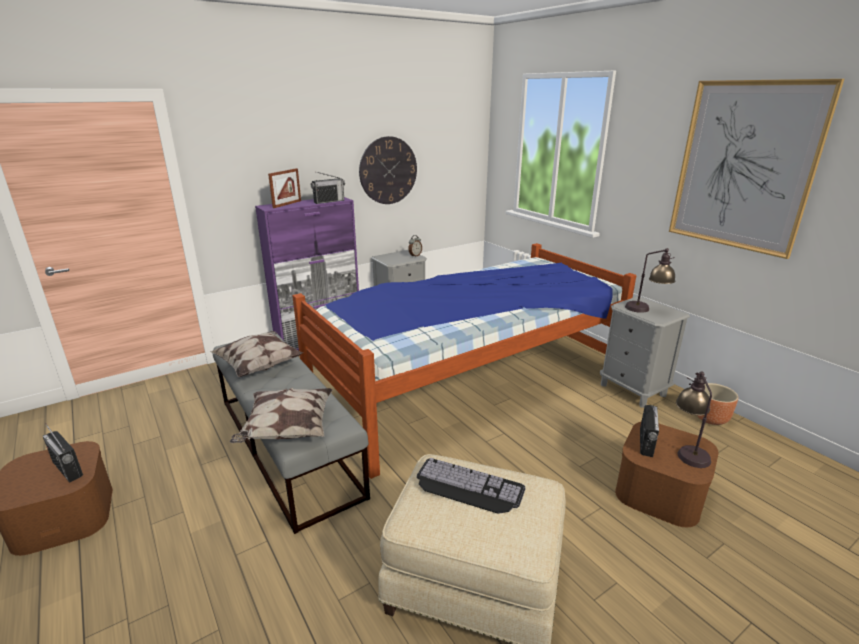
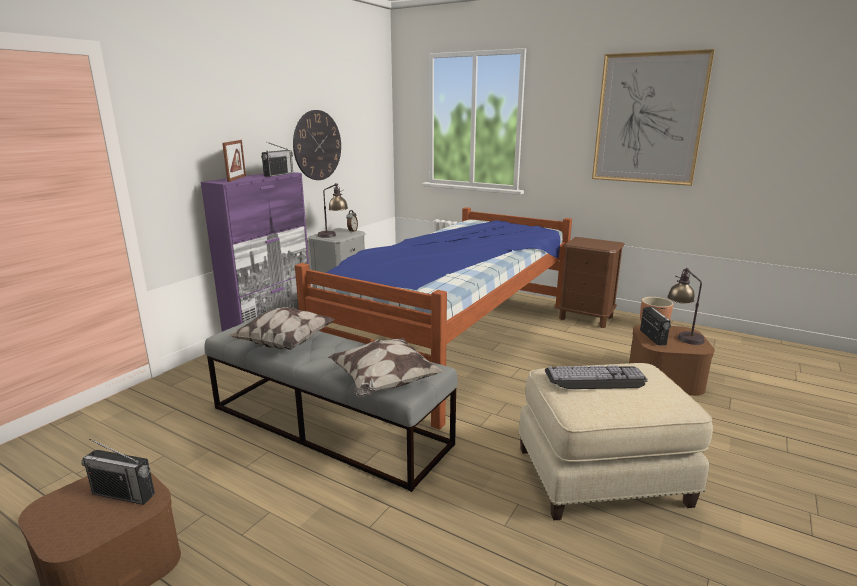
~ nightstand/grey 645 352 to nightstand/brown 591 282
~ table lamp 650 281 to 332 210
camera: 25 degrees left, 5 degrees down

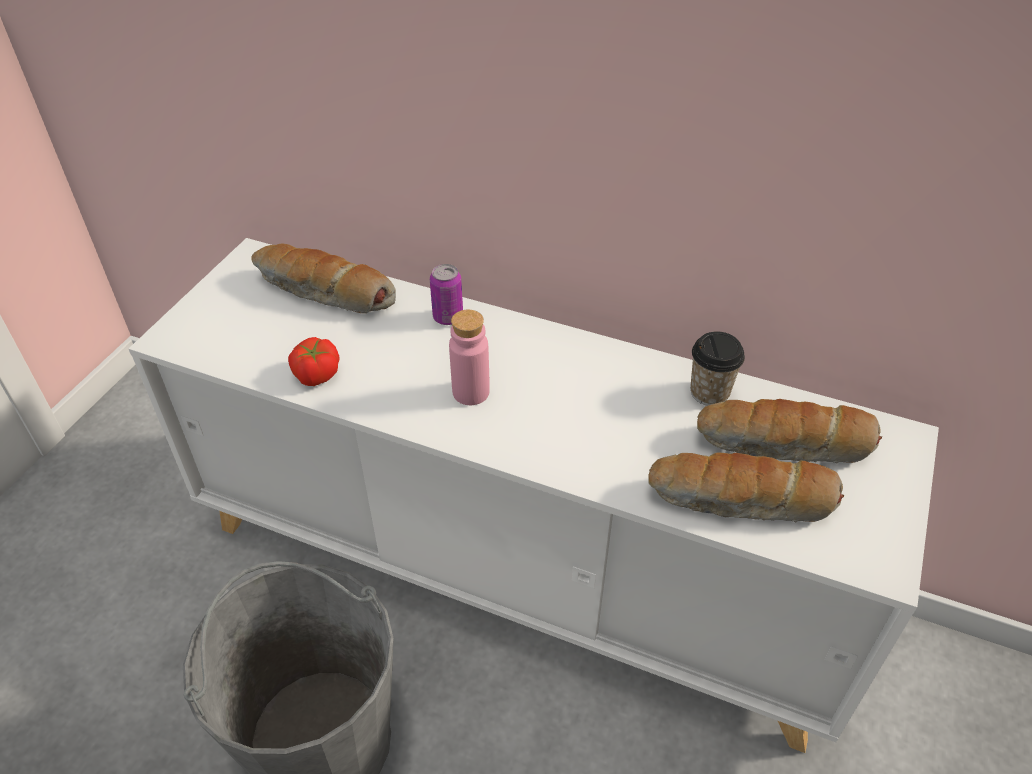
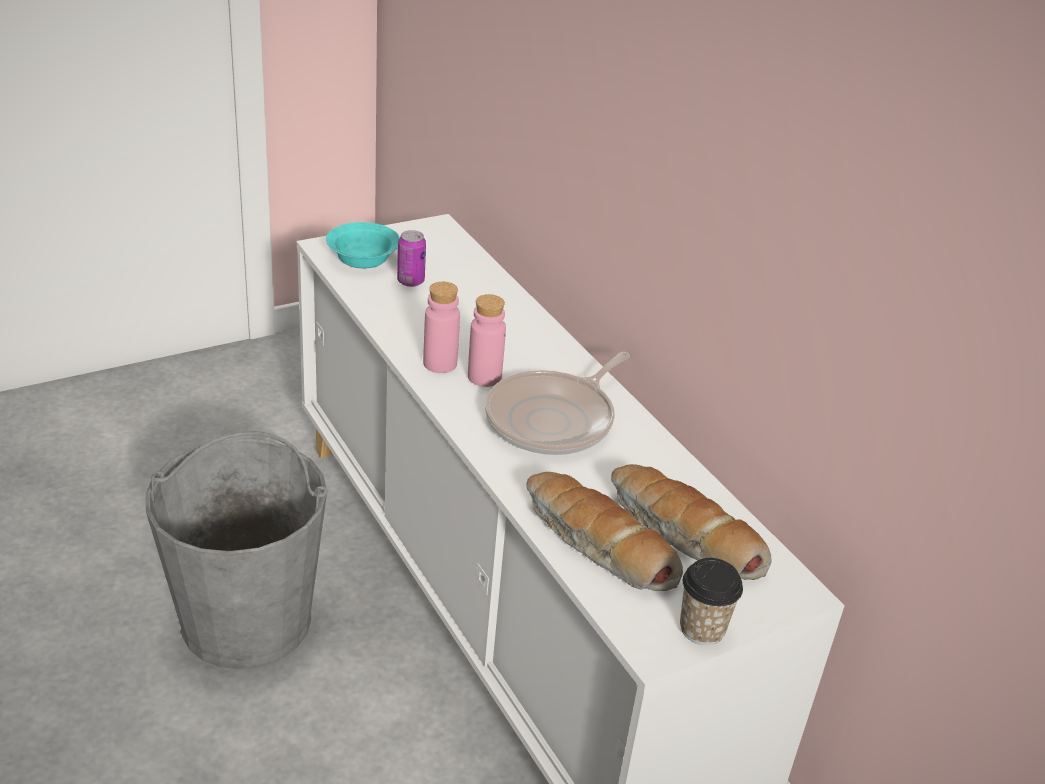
- bread 323 278
- tomato 313 361
~ can 446 294 to 411 258
~ cup 717 368 to 711 601
+ bowl/turquoise 363 245
+ bottle/pink 441 327
+ frying pan 557 403
camera: 35 degrees right, 10 degrees down

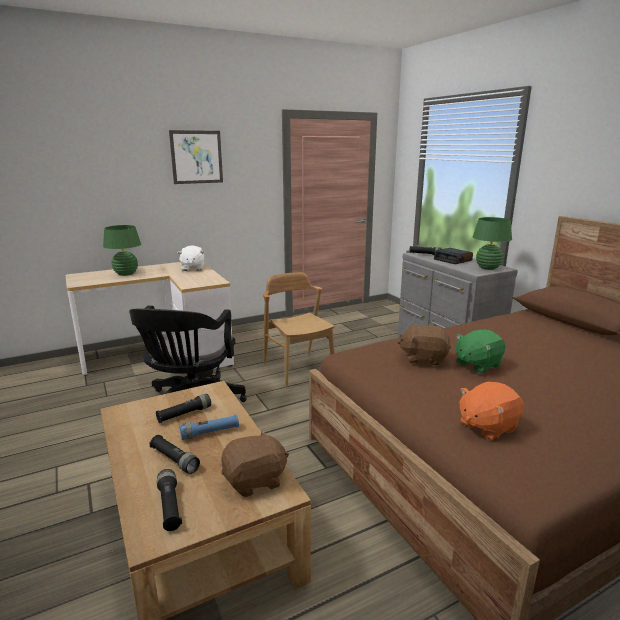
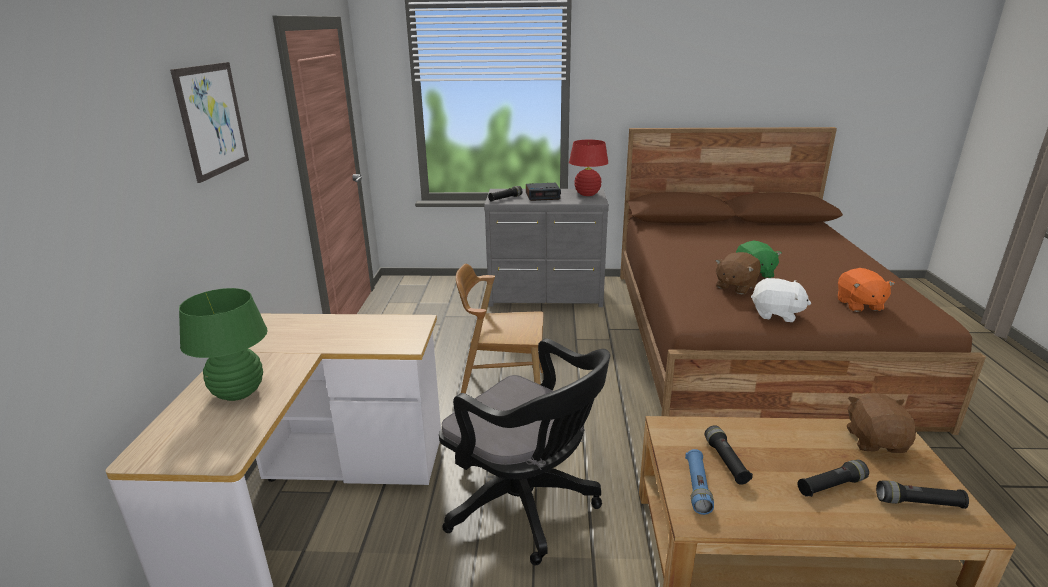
~ plush toy/white 191 258 to 781 300
~ flashlight/blue 209 427 to 699 482
~ table lamp/green 492 243 to table lamp/red 588 168
camera: 60 degrees left, 5 degrees up

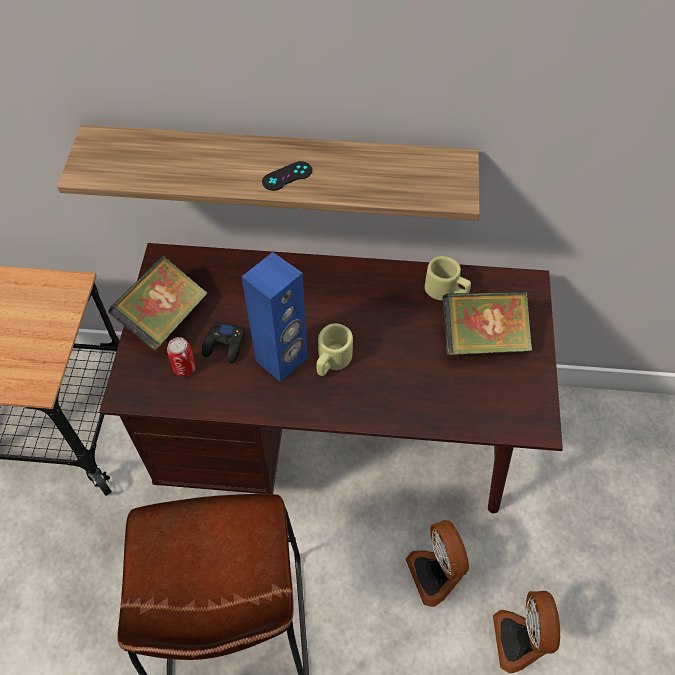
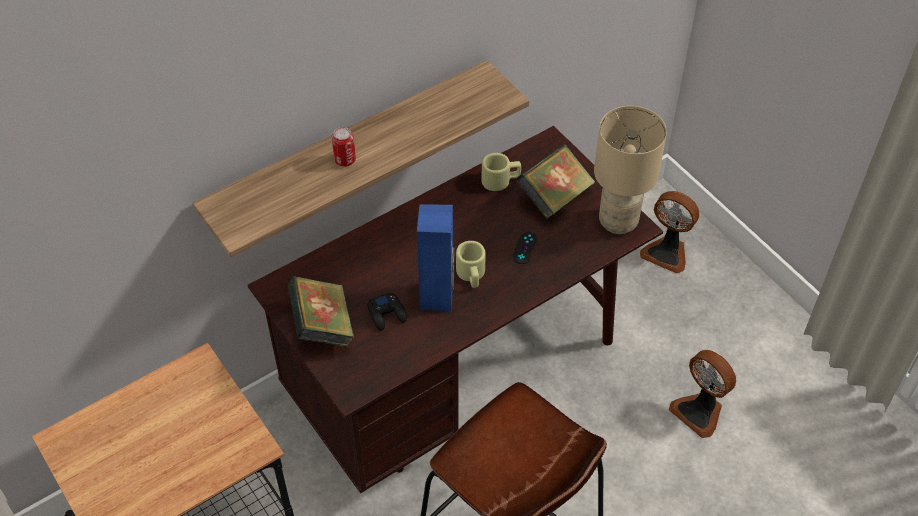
~ can 181 356 to 344 147
~ game controller/black 287 176 to 524 248
~ fan 437 563 to 669 232
+ table lamp/beige 630 170
camera: 40 degrees left, 5 degrees down

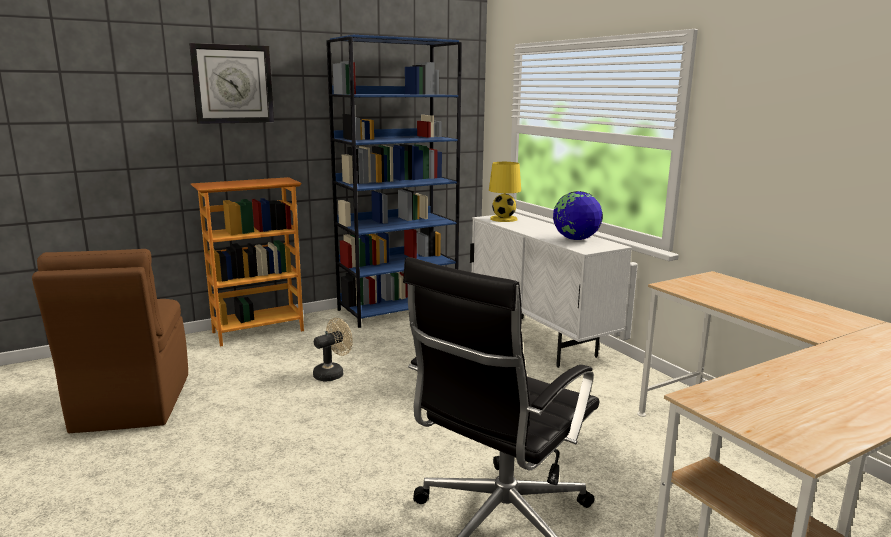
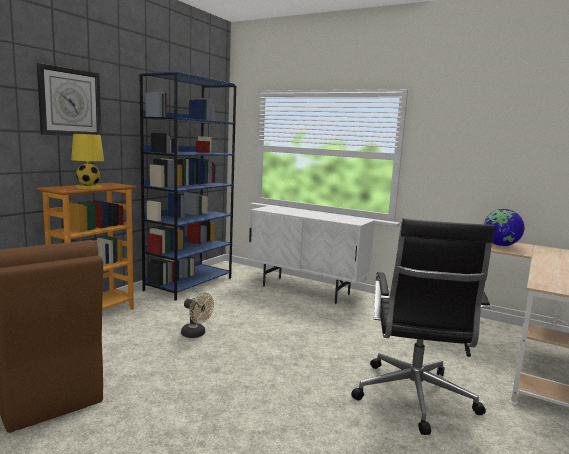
~ fan/beige 333 350 = 197 315 105 degrees clockwise
~ table lamp/yellow 505 192 to 87 161
~ globe 578 215 to 504 227
camera: 30 degrees left, 5 degrees down

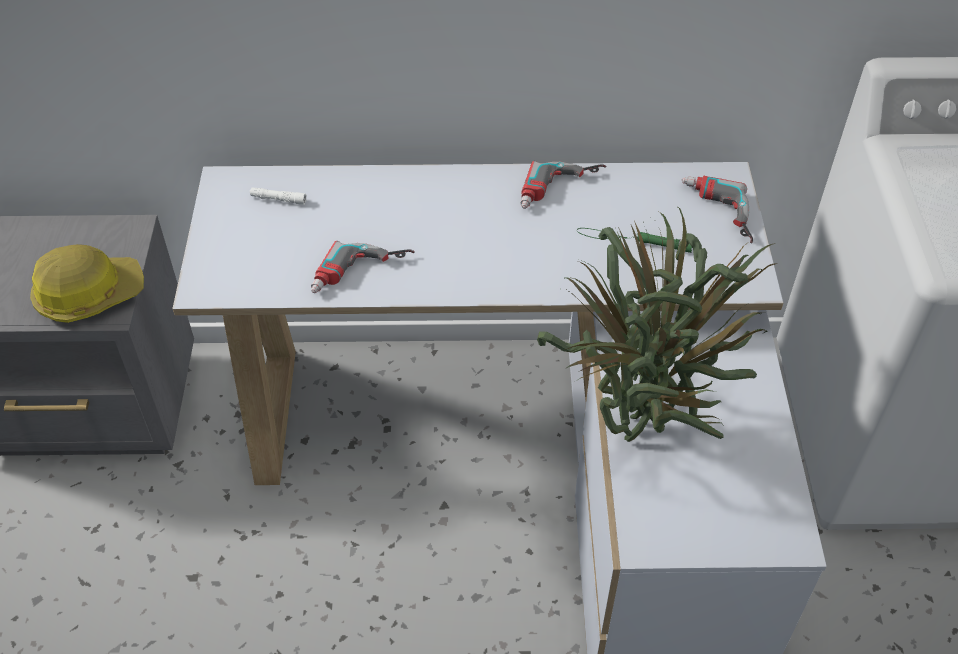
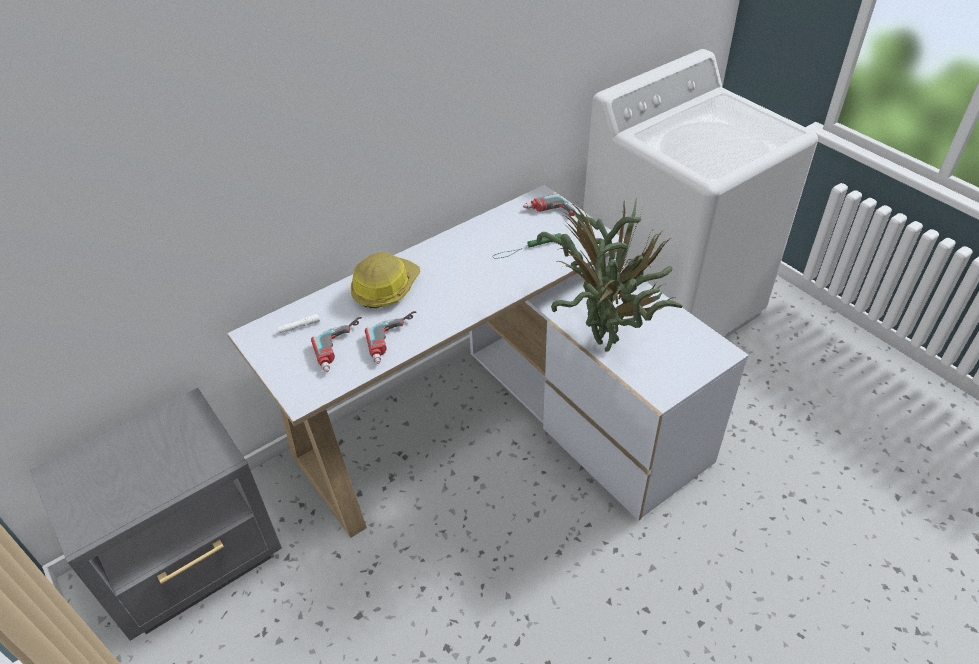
~ hard hat 87 283 to 385 280
~ power drill 564 185 to 336 344
camera: 35 degrees left, 5 degrees down

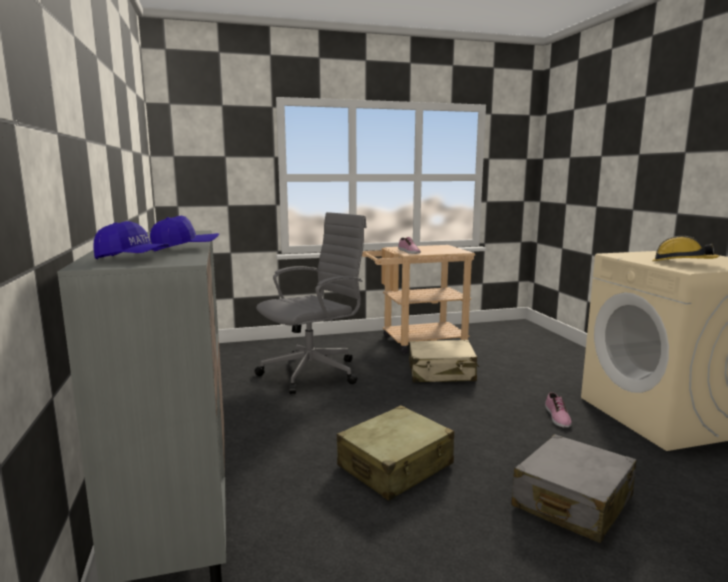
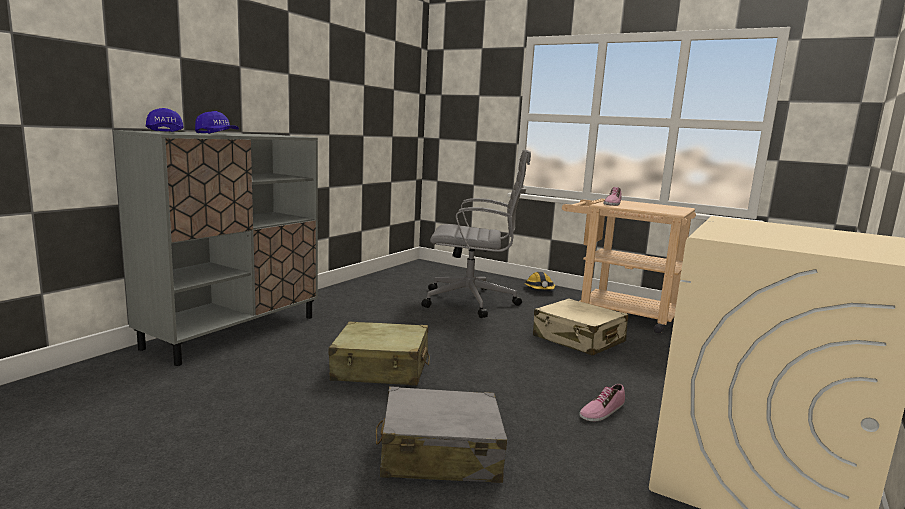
~ hard hat 685 248 to 540 280
camera: 45 degrees right, 0 degrees up

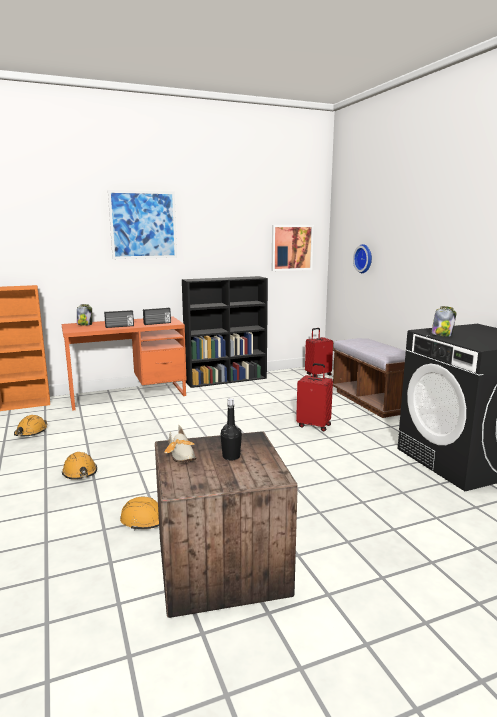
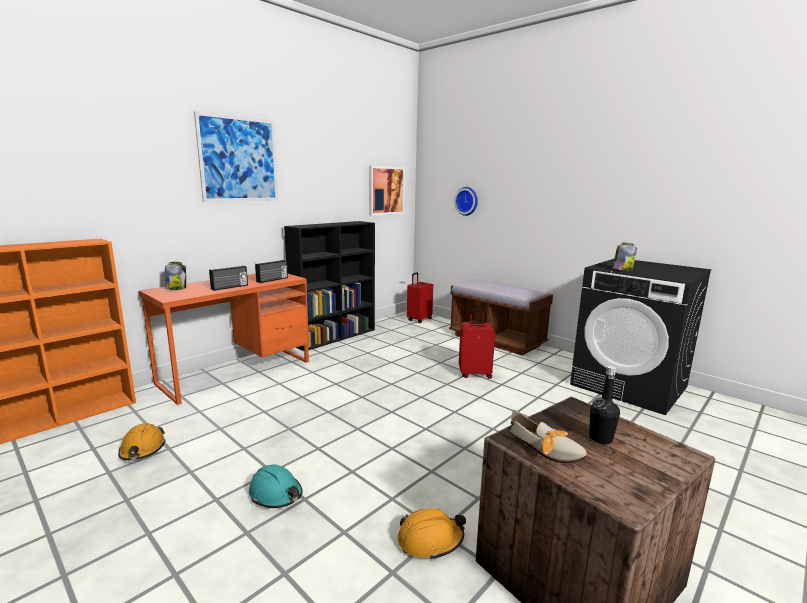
~ hard hat/orange 79 465 to hard hat/turquoise 276 486
camera: 25 degrees left, 0 degrees up

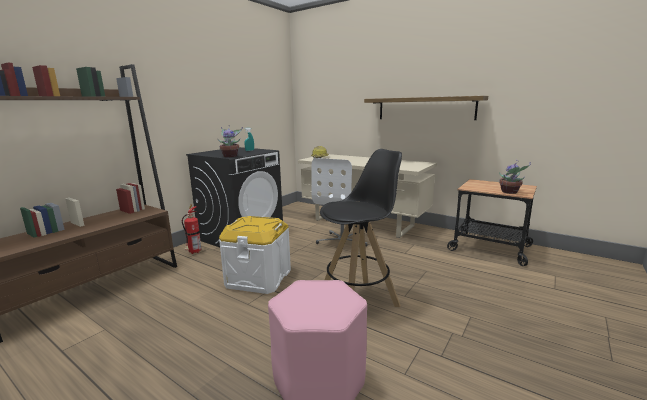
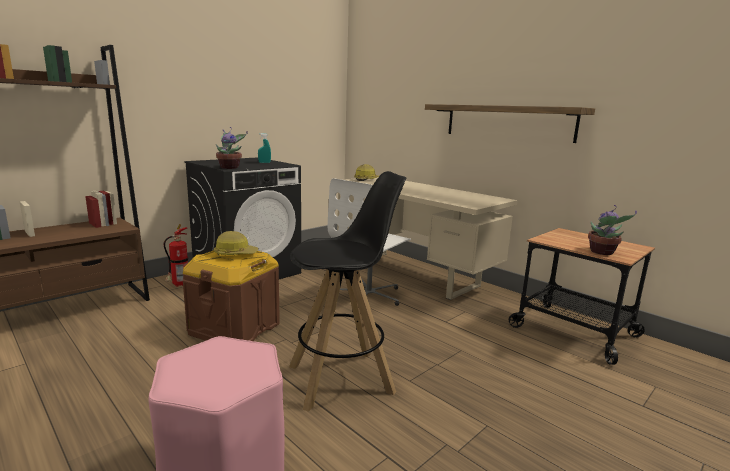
~ storage box/white 255 255 to storage box/brown 231 295
+ hard hat 236 243
camera: 10 degrees right, 0 degrees up

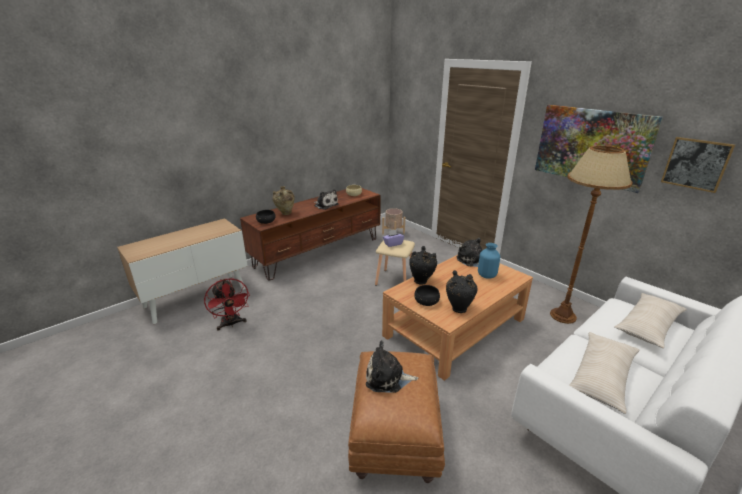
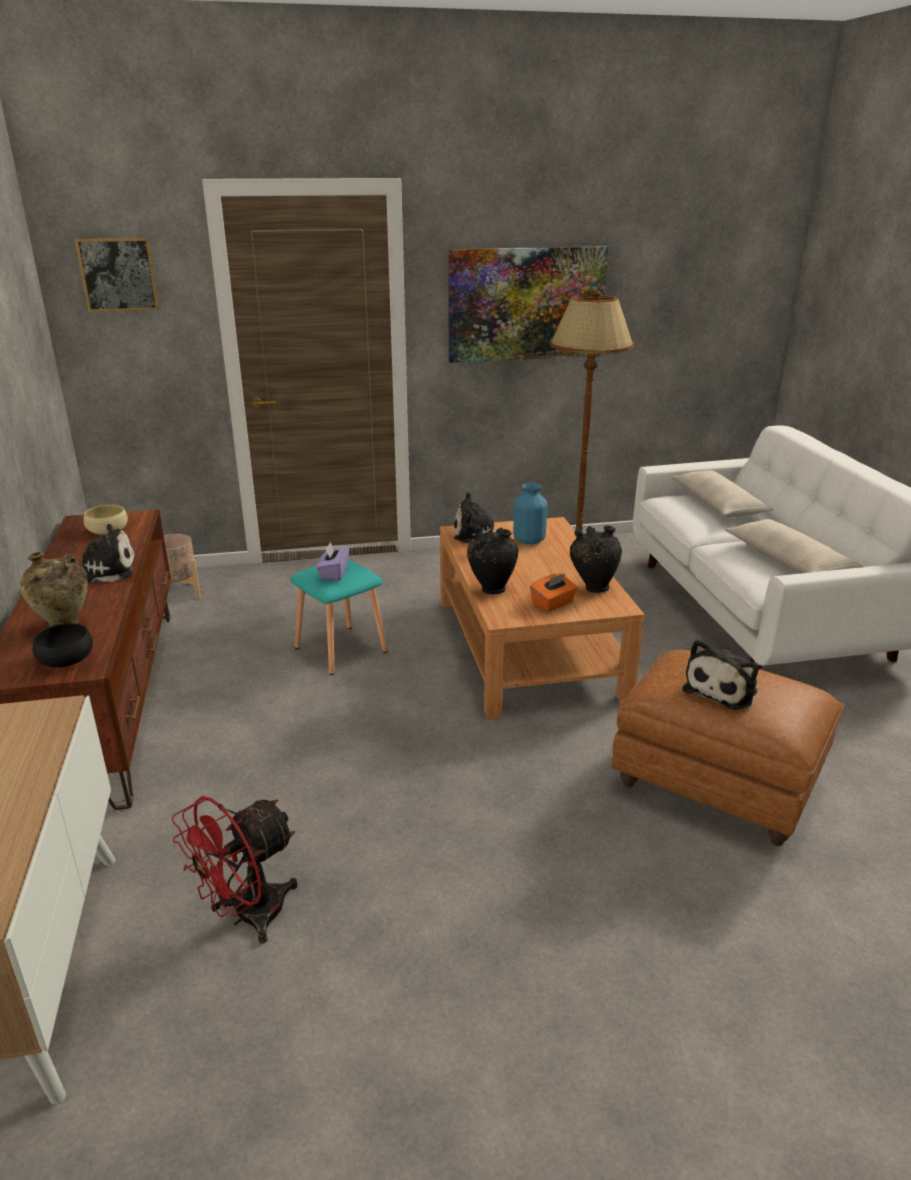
~ fan/red 227 304 = 235 870 135 degrees clockwise
~ stool/beige 395 263 to stool/turquoise 339 617
~ bowl/black 427 295 to tissue box/orange 554 593
~ picture 698 165 to 117 275
camera: 60 degrees left, 0 degrees up

